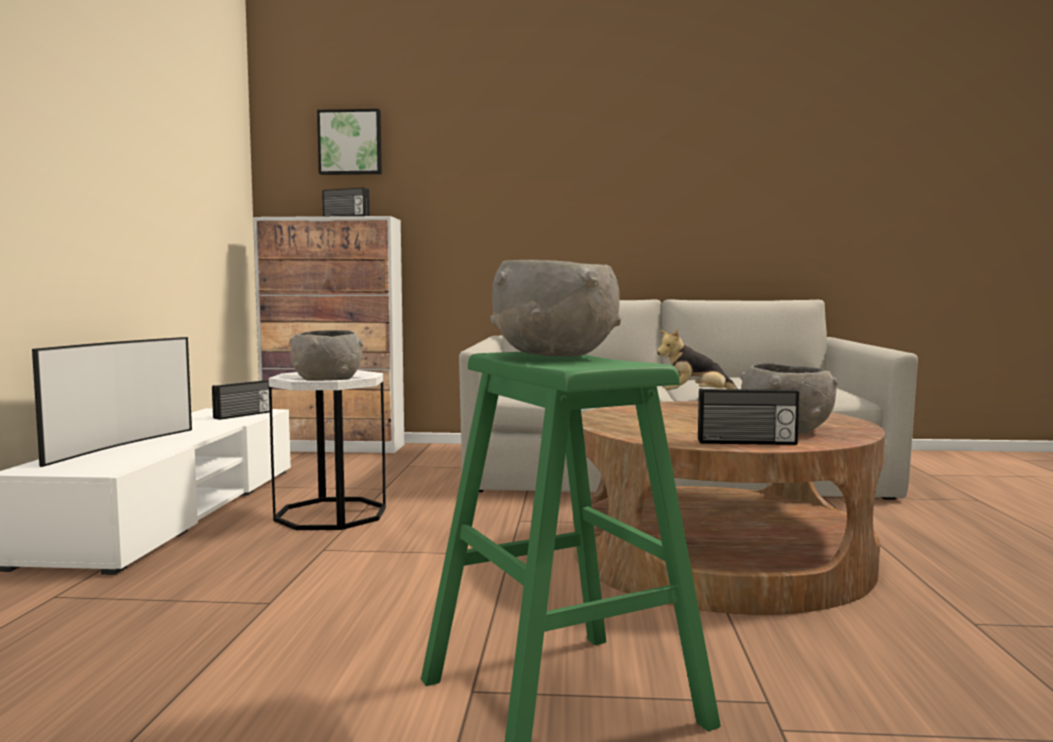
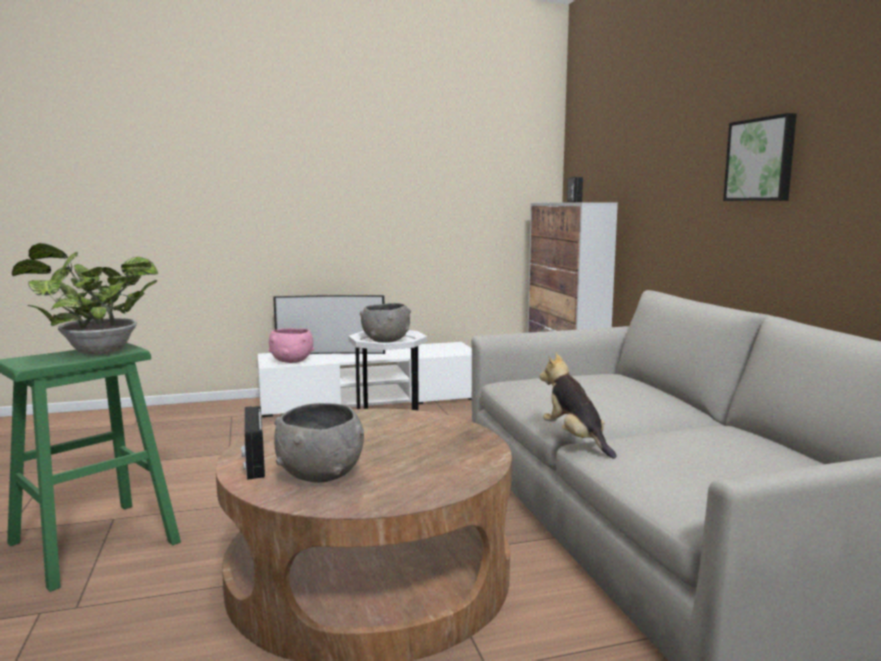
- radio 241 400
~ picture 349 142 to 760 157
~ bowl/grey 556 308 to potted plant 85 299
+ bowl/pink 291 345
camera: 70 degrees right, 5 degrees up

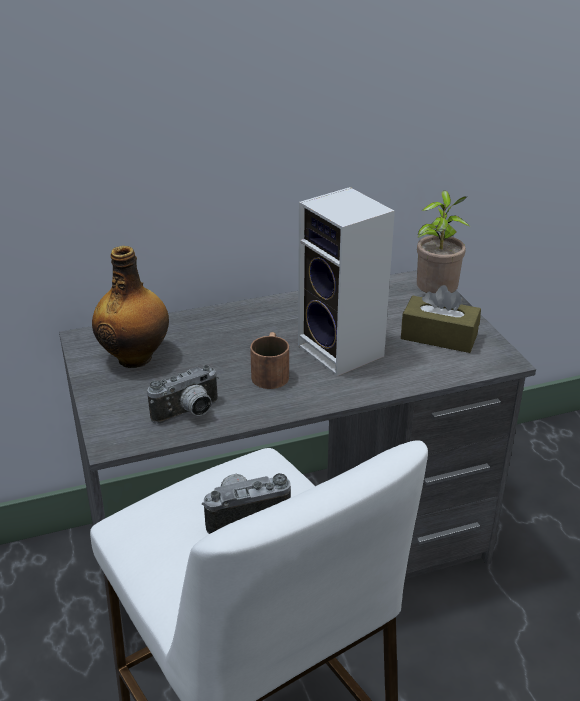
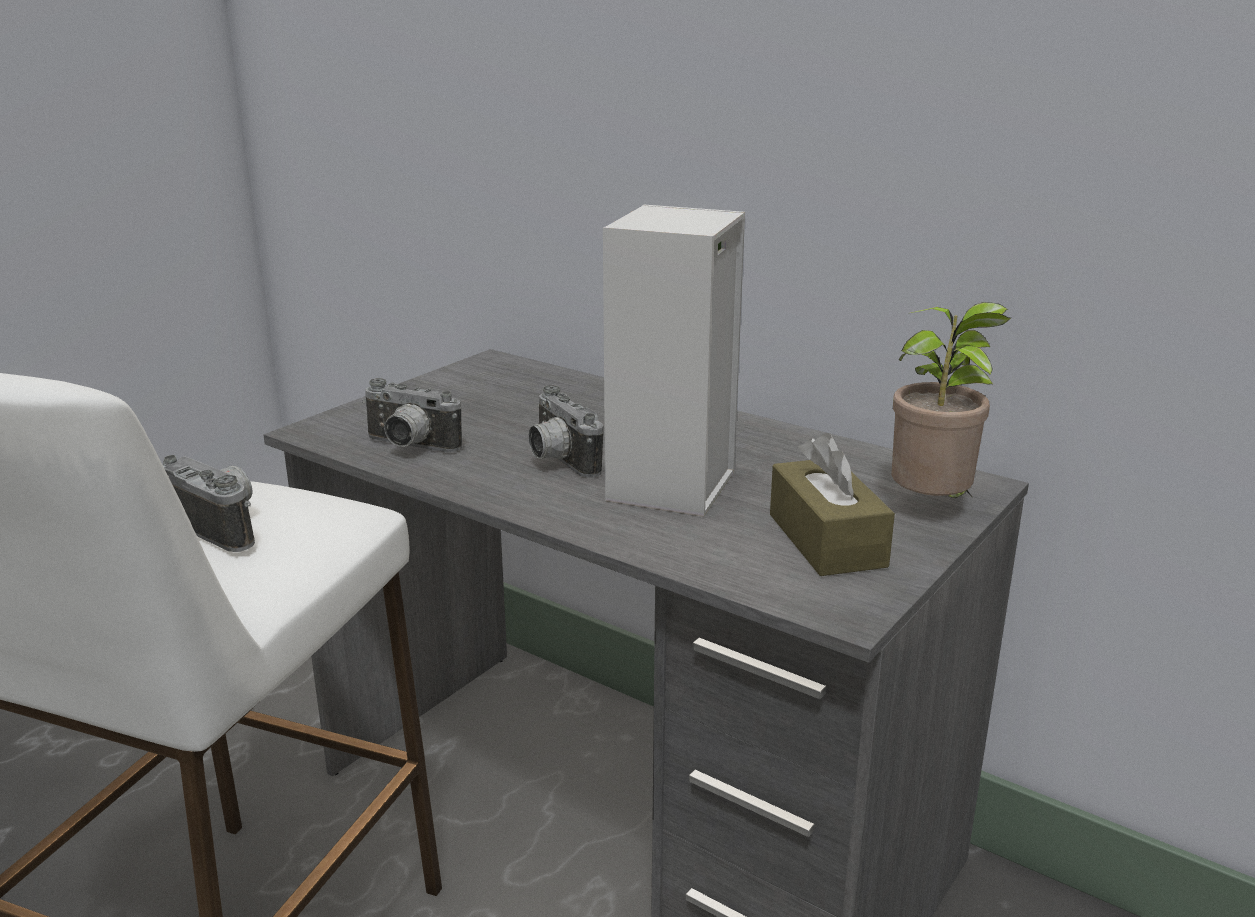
- bottle 130 307
~ mug/brown 269 360 to photo camera 565 431
camera: 55 degrees right, 10 degrees down

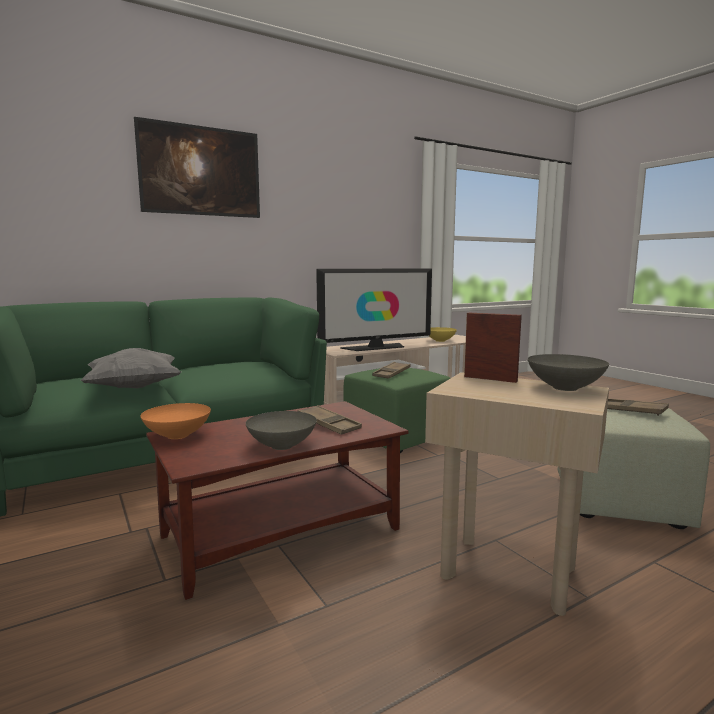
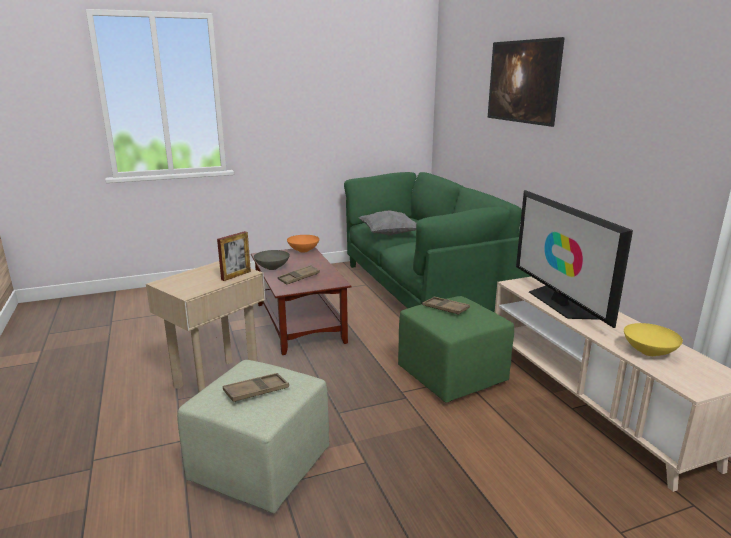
- bowl/grey 568 372
camera: 100 degrees right, 10 degrees up

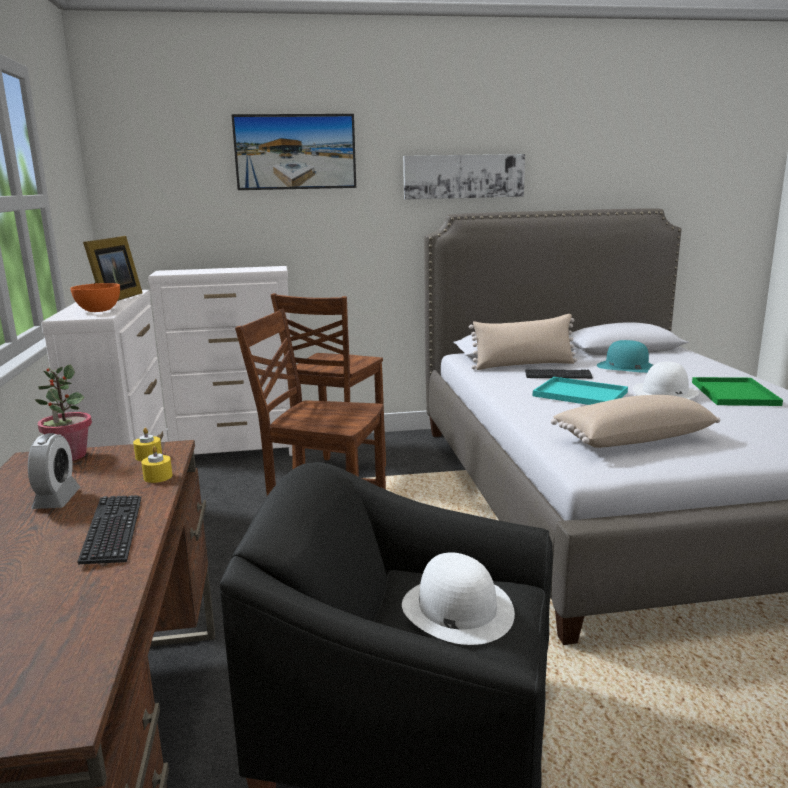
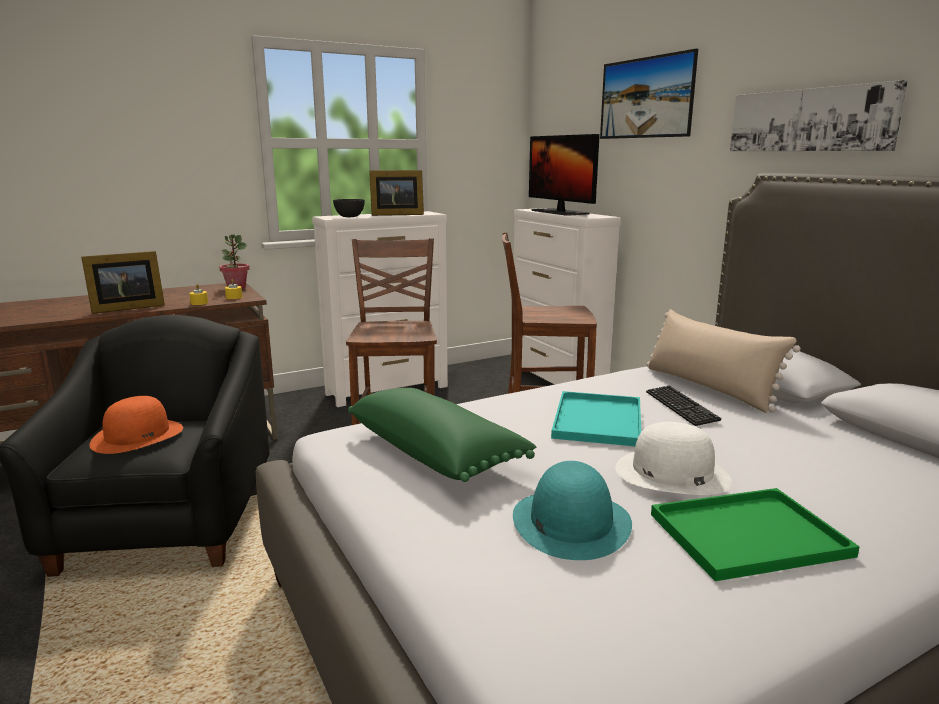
- alarm clock 54 471
~ bowl/orange 95 297 to bowl/grey 349 208
~ keyboard 109 529 to picture frame 123 282
~ hat/white 458 598 to hat/orange 136 425
~ pillow/beige 635 421 to pillow/green 442 435
~ hat/turquoise 625 356 to 572 510
+ monitor 564 175
camera: 70 degrees right, 0 degrees up

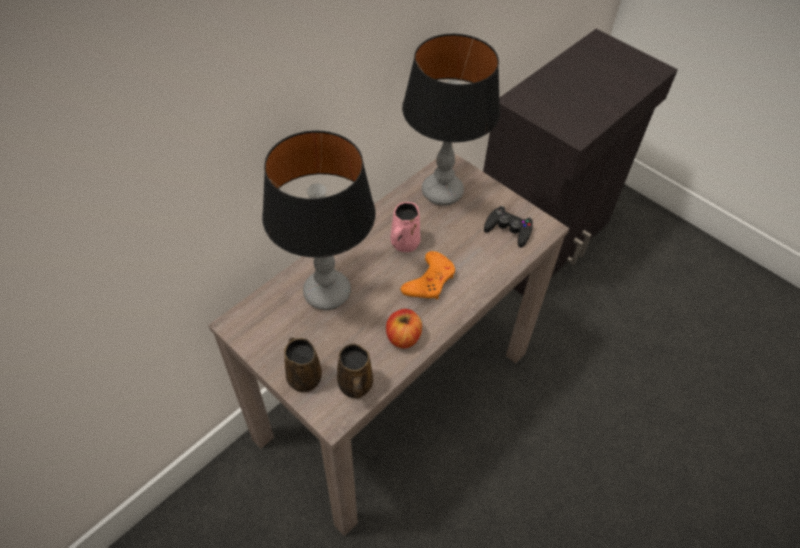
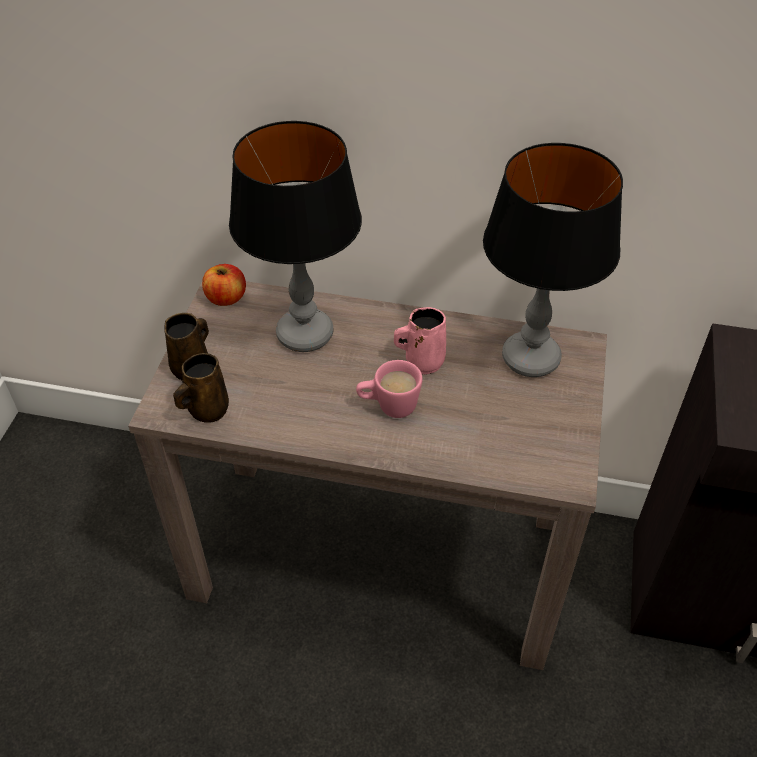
~ apple 404 328 to 224 285
~ game controller/orange 428 275 to mug/pink 389 389
- game controller/black 508 227
camera: 60 degrees right, 5 degrees down

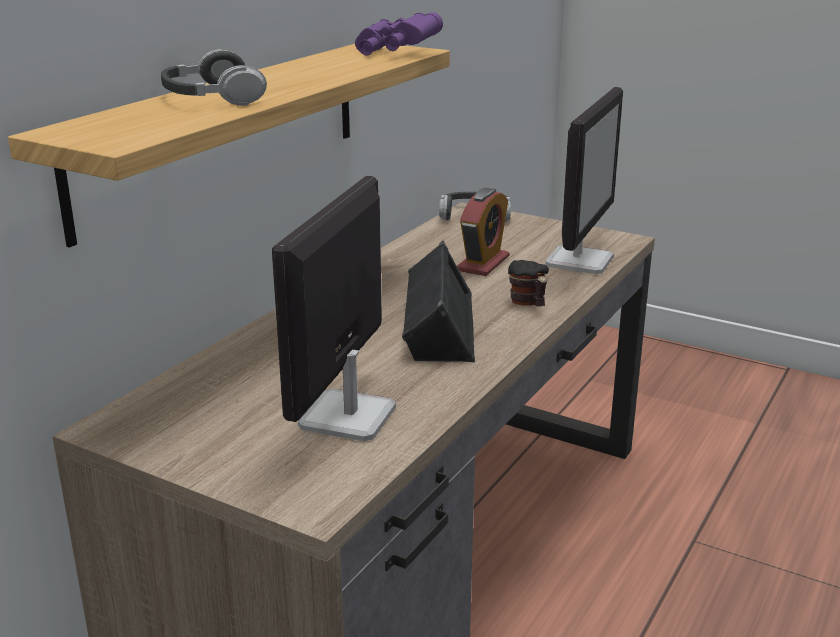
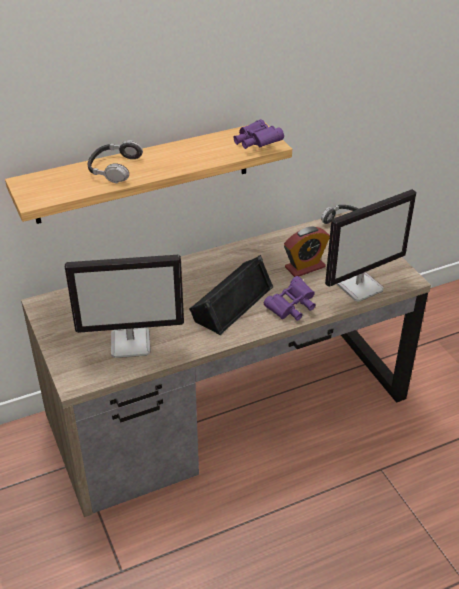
~ monitor 334 308 = 124 306 150 degrees counterclockwise
~ mug 528 283 to binoculars/purple 290 298
camera: 35 degrees right, 15 degrees up

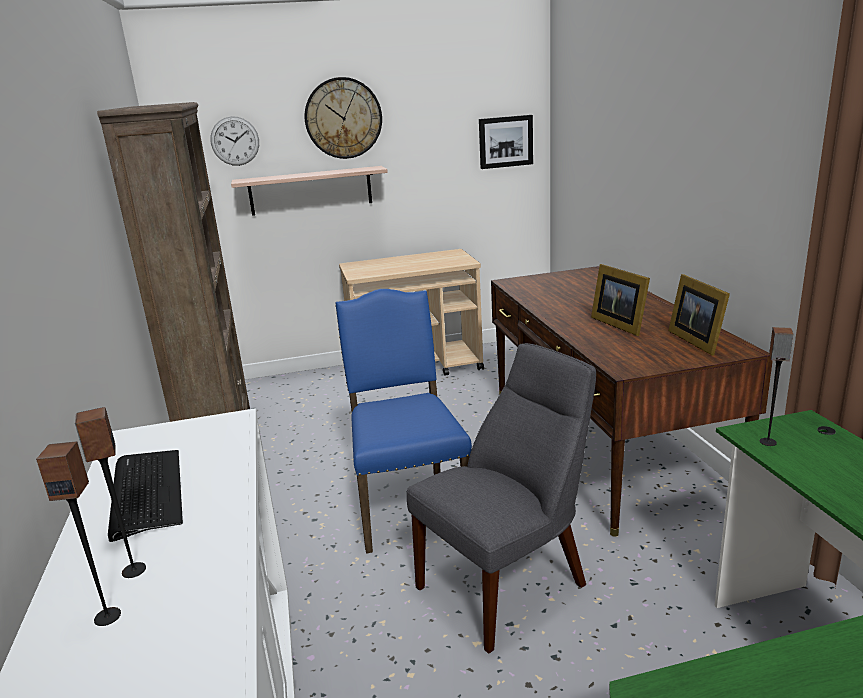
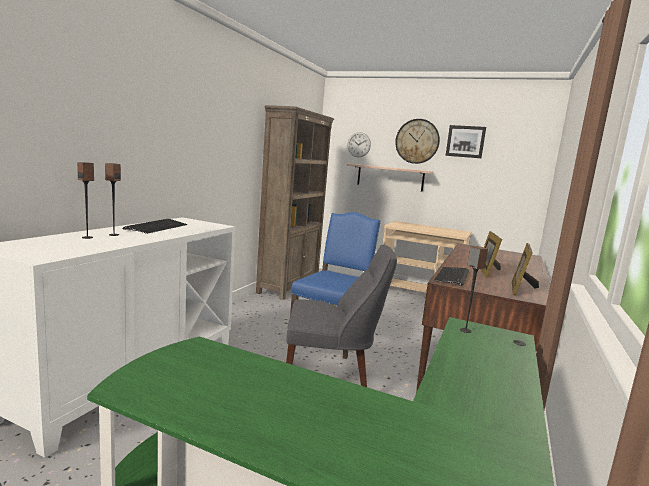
~ picture 506 142 to 465 141
+ keyboard 451 276
camera: 35 degrees right, 10 degrees down

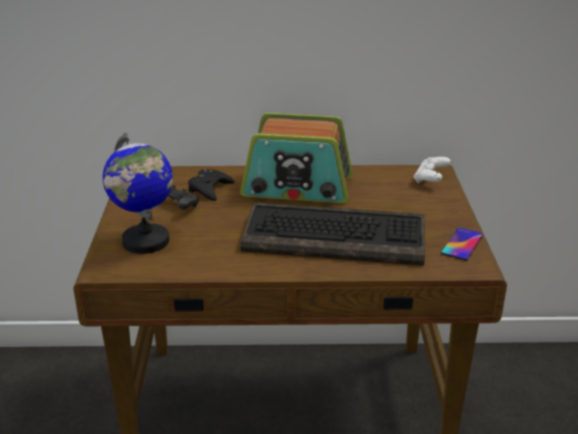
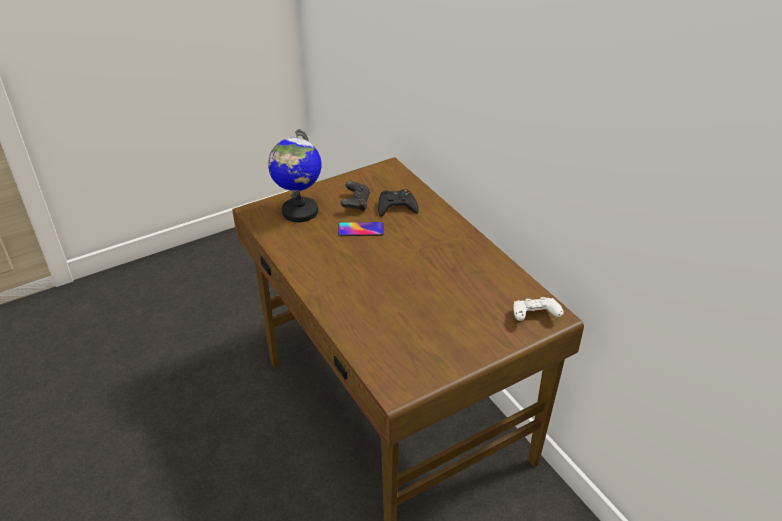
- radio 296 158
- keyboard 333 234
~ phone 462 244 to 361 229
camera: 60 degrees right, 10 degrees up

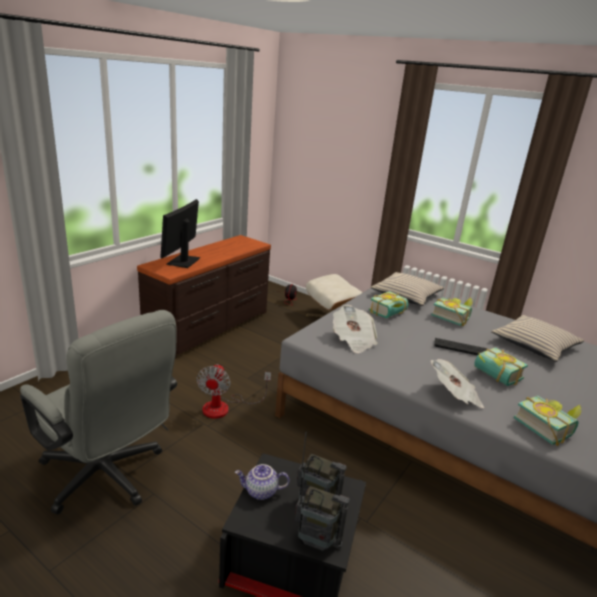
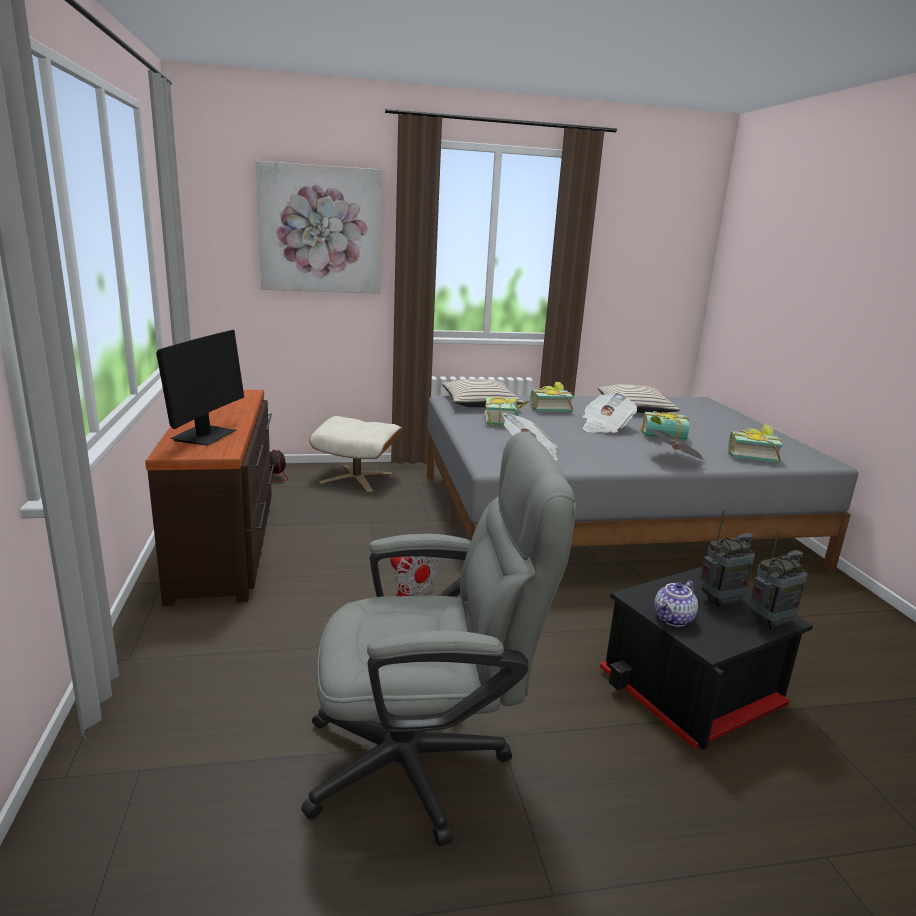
~ monitor 180 233 = 200 388 135 degrees counterclockwise
~ keyboard 461 346 to newspaper 609 413
+ picture 319 227
camera: 45 degrees left, 5 degrees down

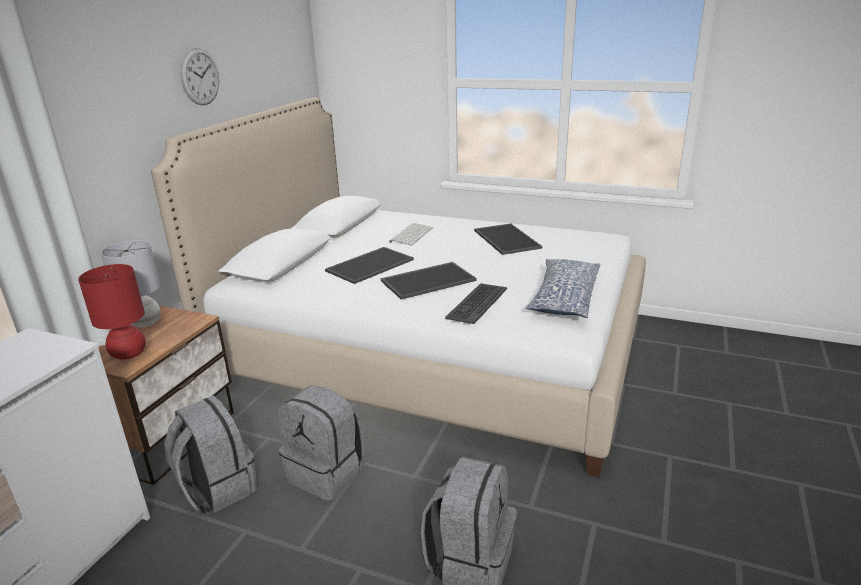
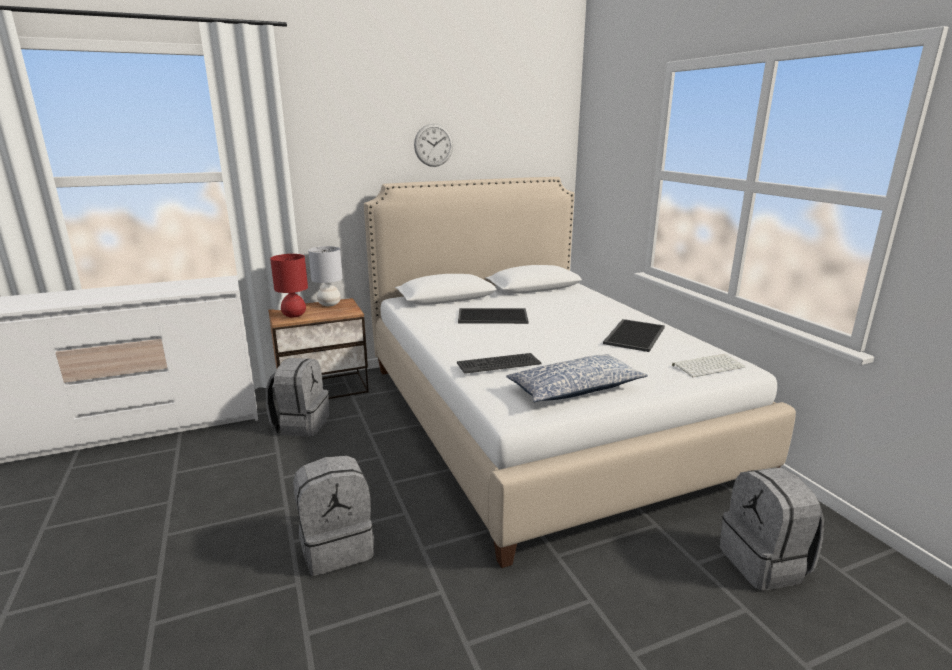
~ backpack/grey 321 443 to 771 529
- tray 429 281
~ keyboard 411 234 to 708 365
camera: 45 degrees right, 5 degrees down

